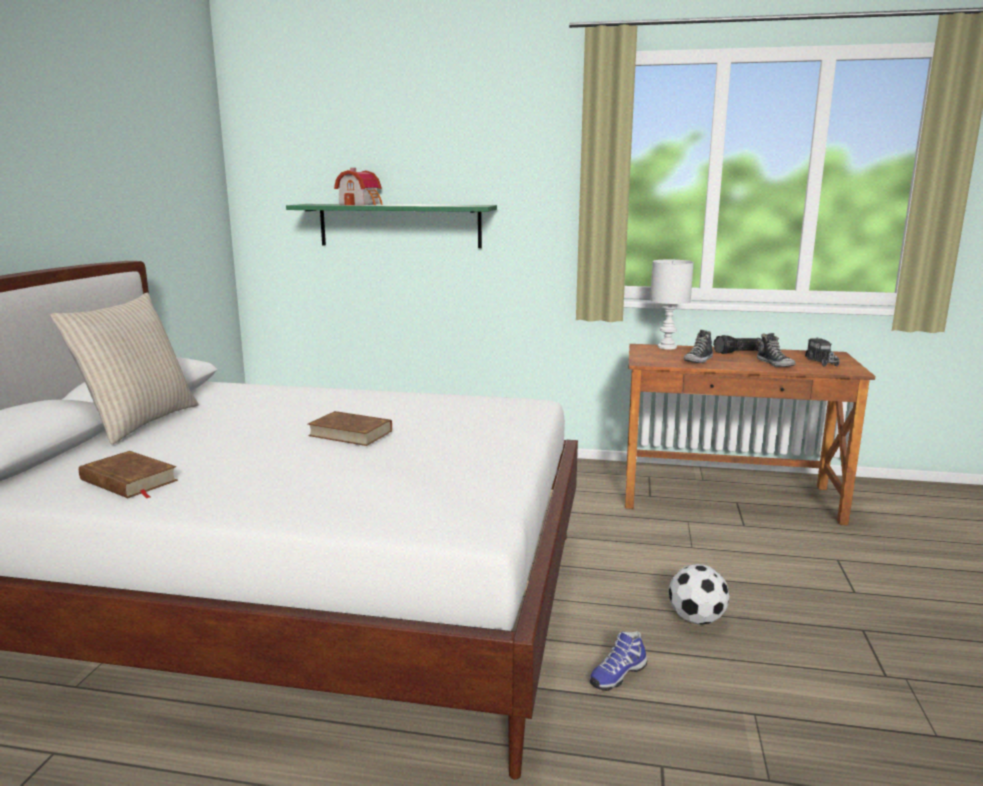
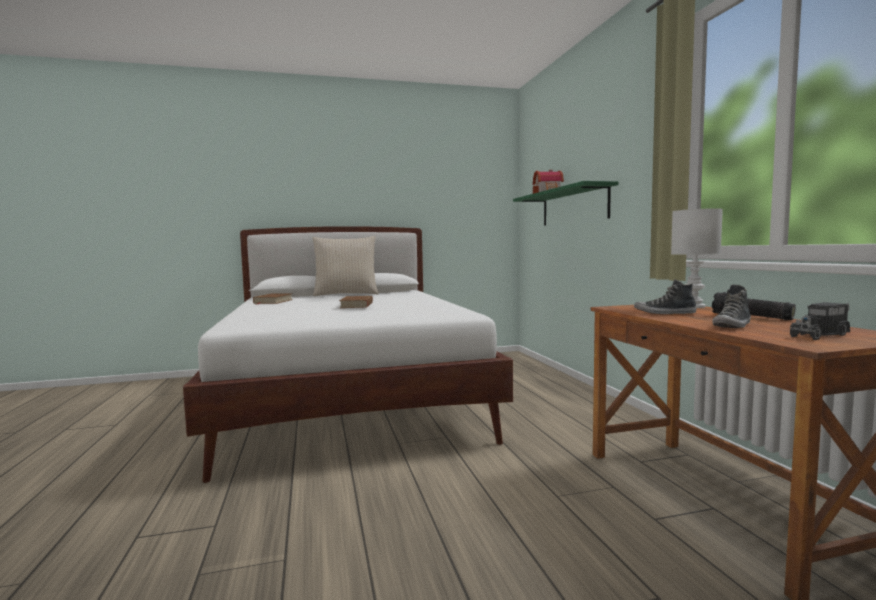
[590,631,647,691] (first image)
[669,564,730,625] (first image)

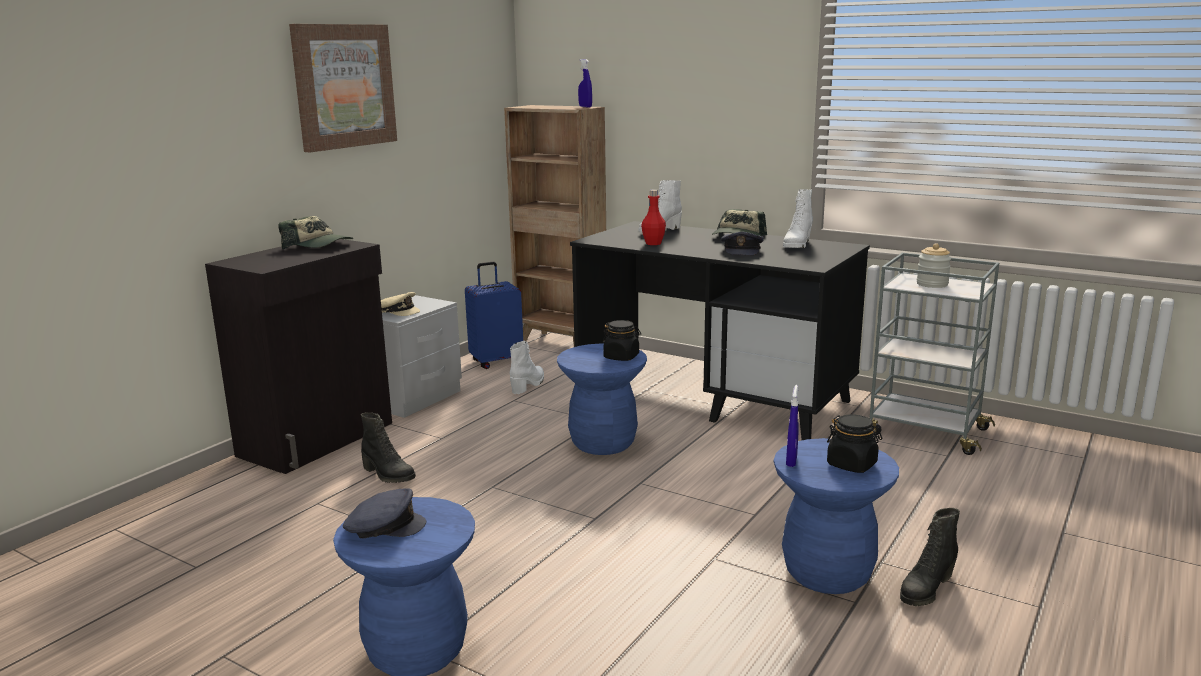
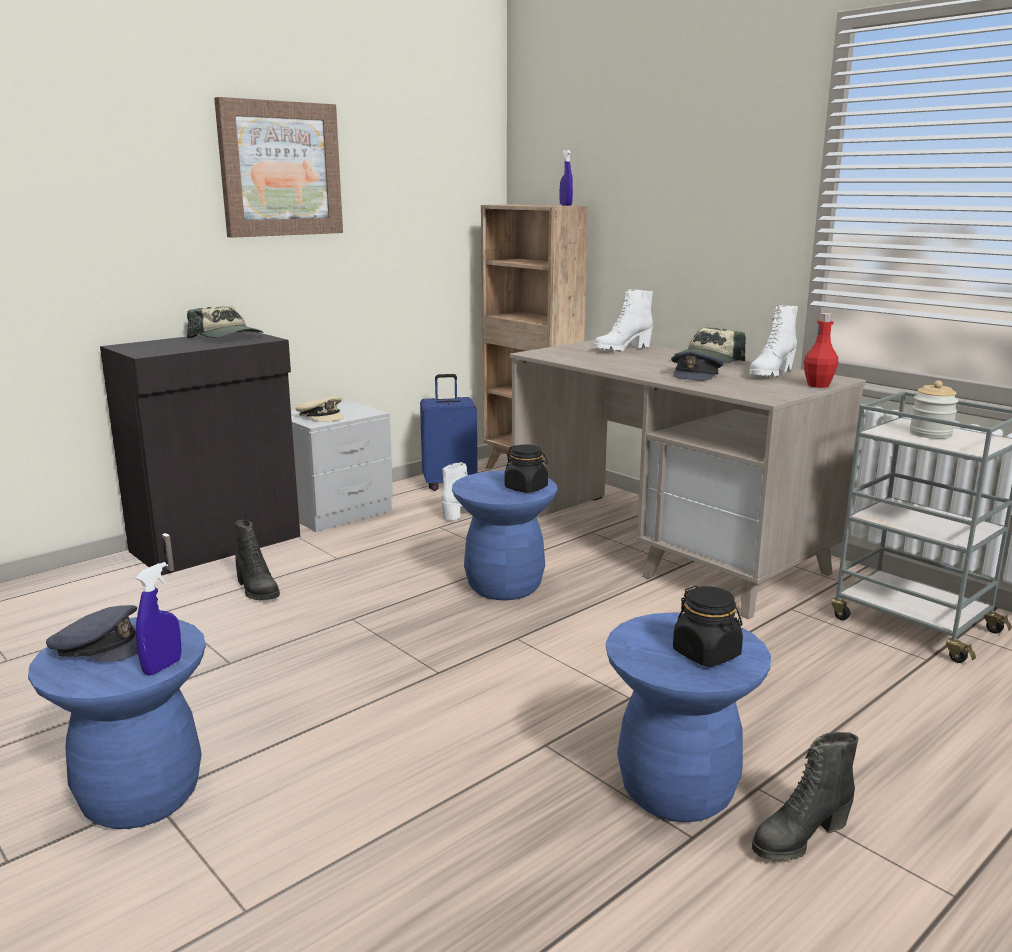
[510,340,866,619]
[804,313,839,388]
[136,562,182,675]

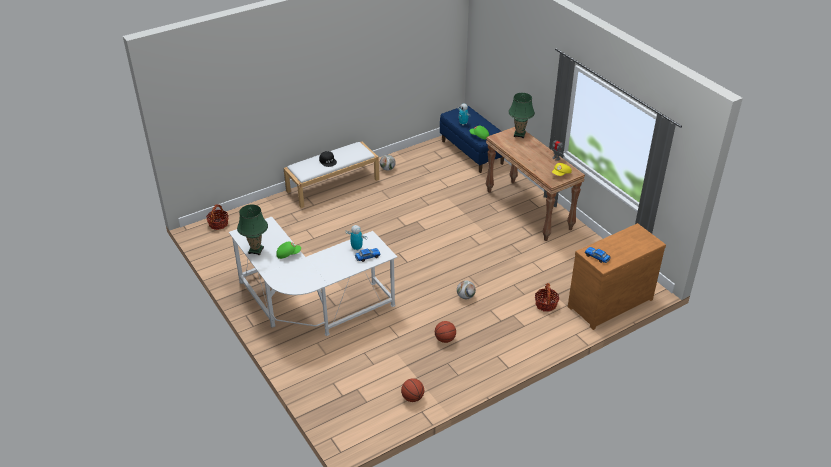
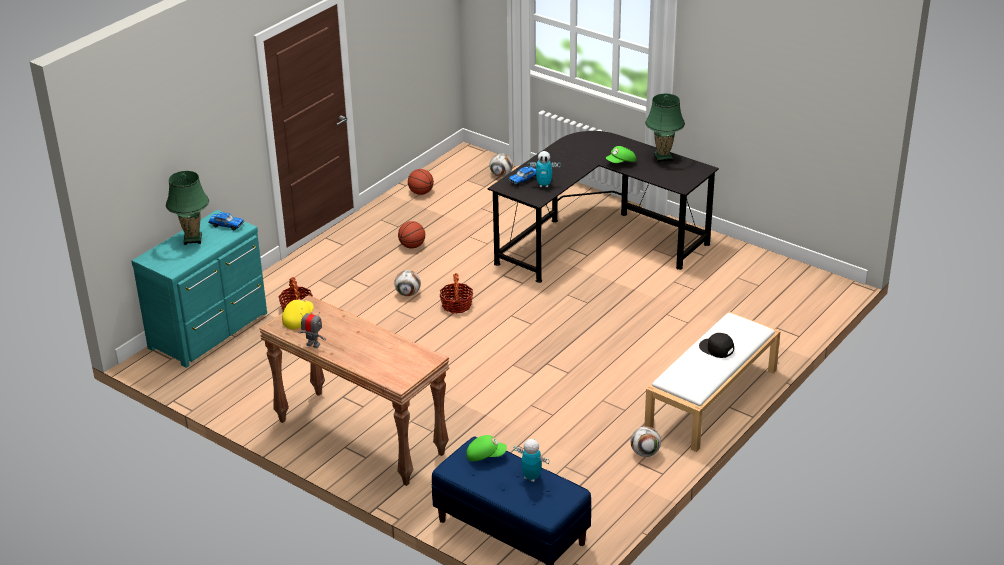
[440,273,473,313]
[488,131,719,283]
[166,171,209,245]
[131,210,267,368]
[489,153,513,177]

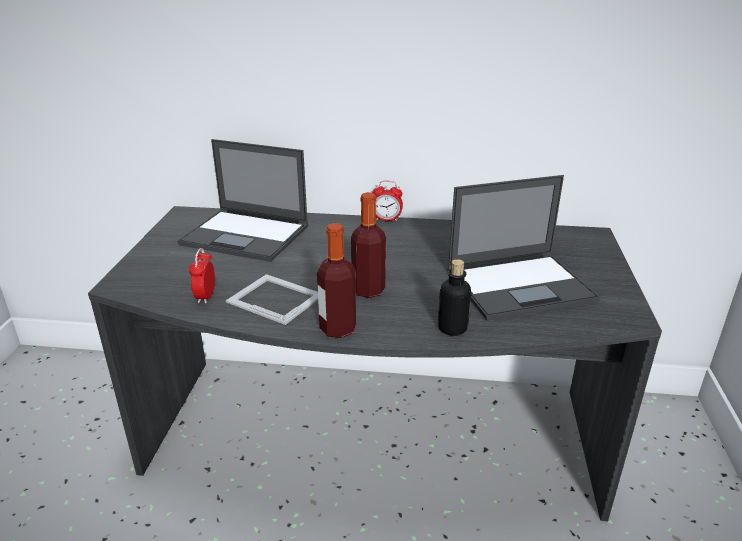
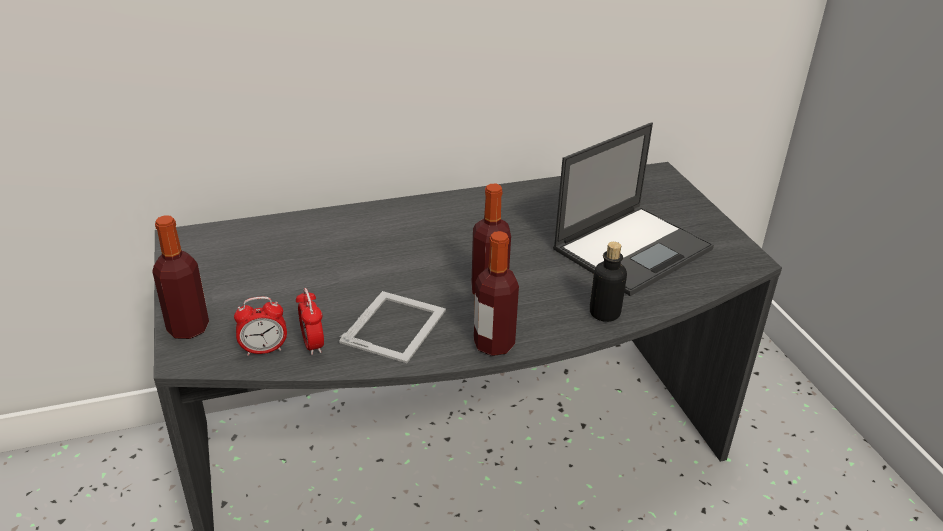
[178,139,308,262] (first image)
[339,291,446,363]
[234,297,287,356]
[152,216,209,339]

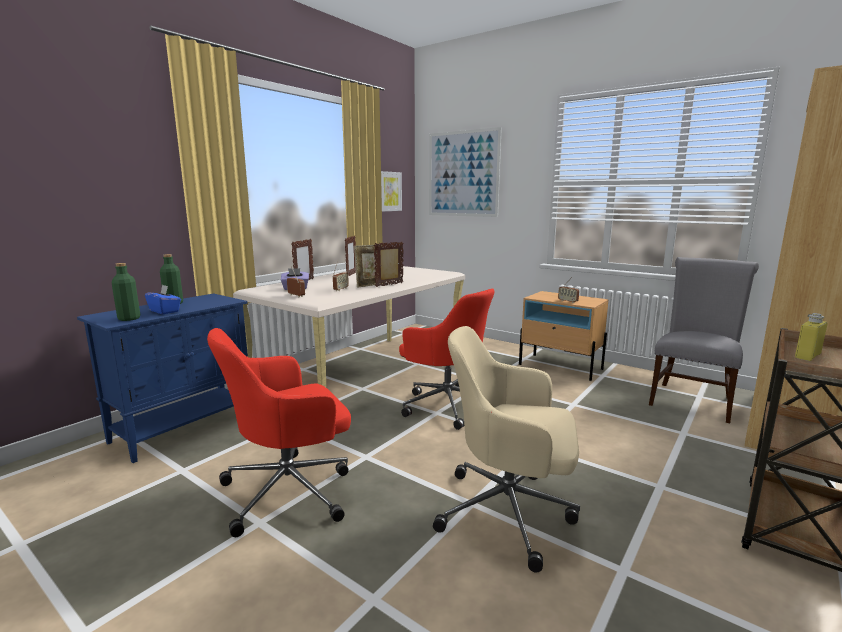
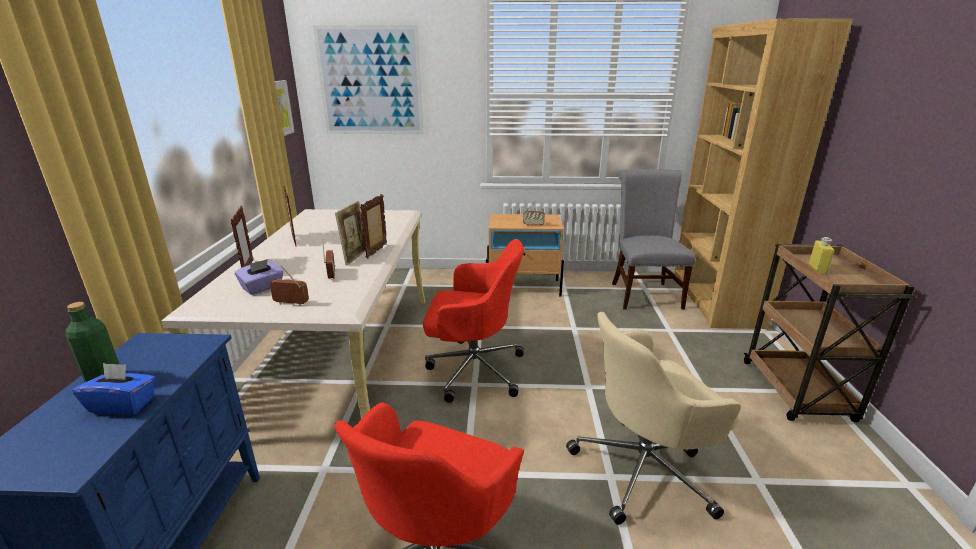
[112,263,140,321] (first image)

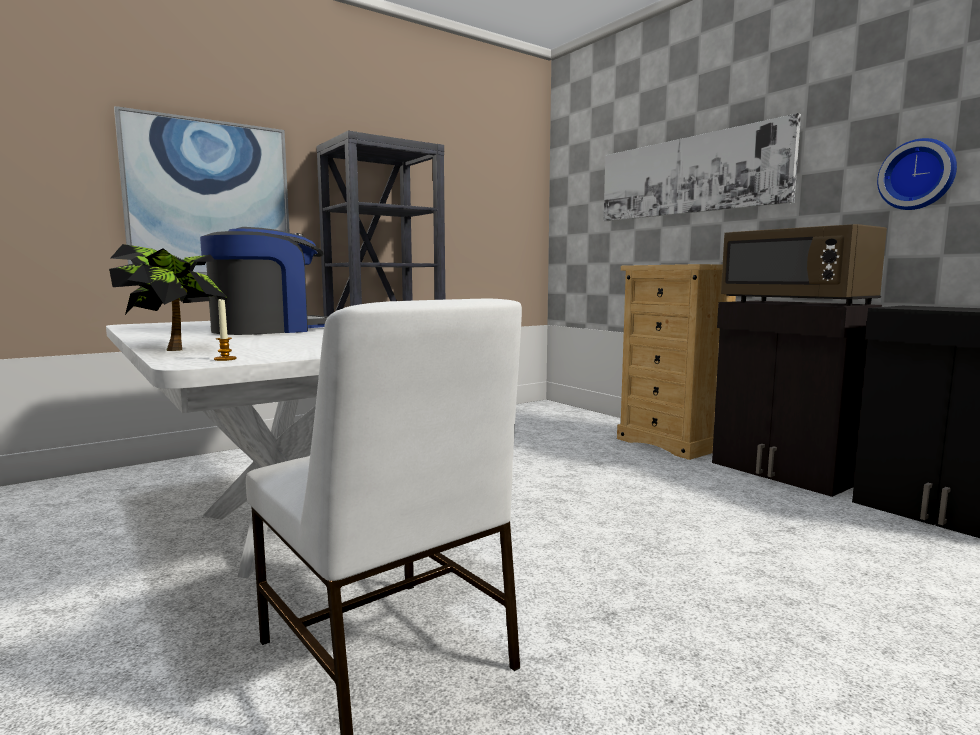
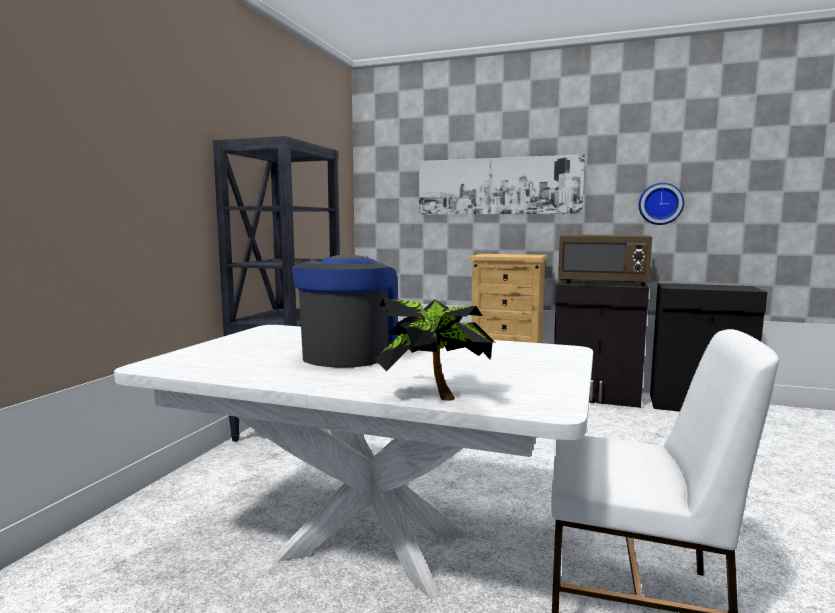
[114,106,290,275] (first image)
[214,298,237,361] (first image)

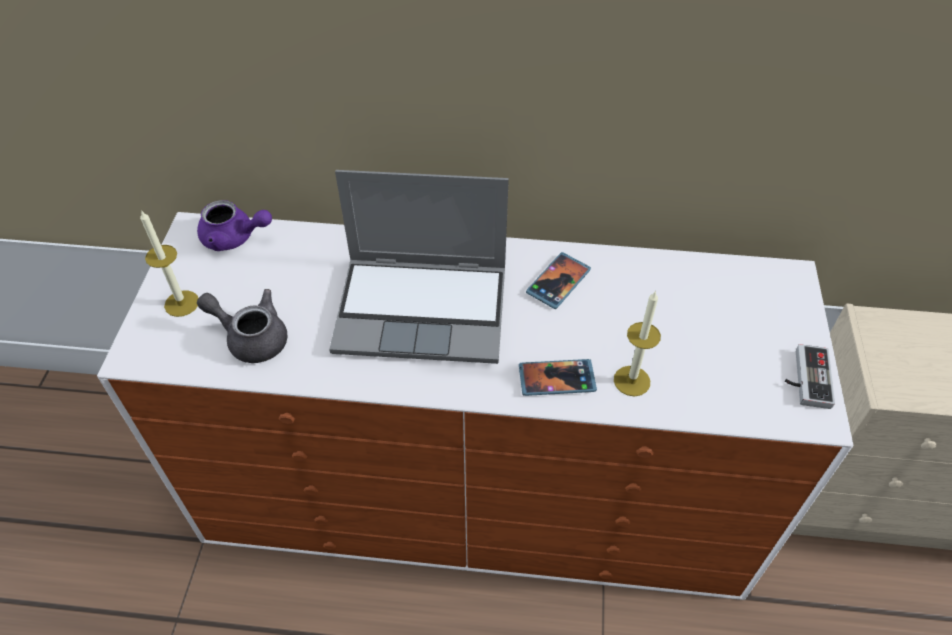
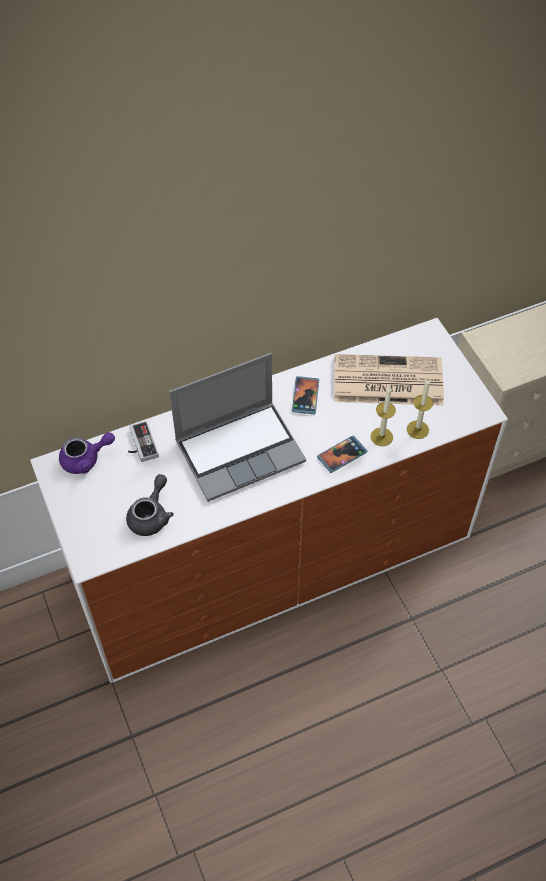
[407,379,433,439]
[126,474,174,536]
[128,421,159,462]
[334,354,444,405]

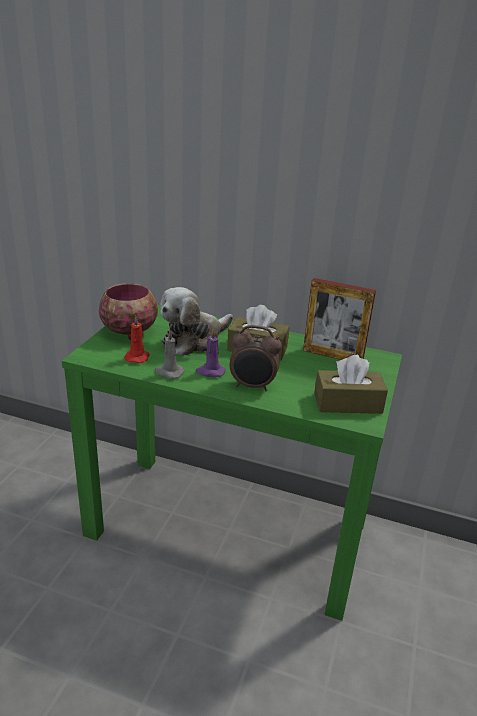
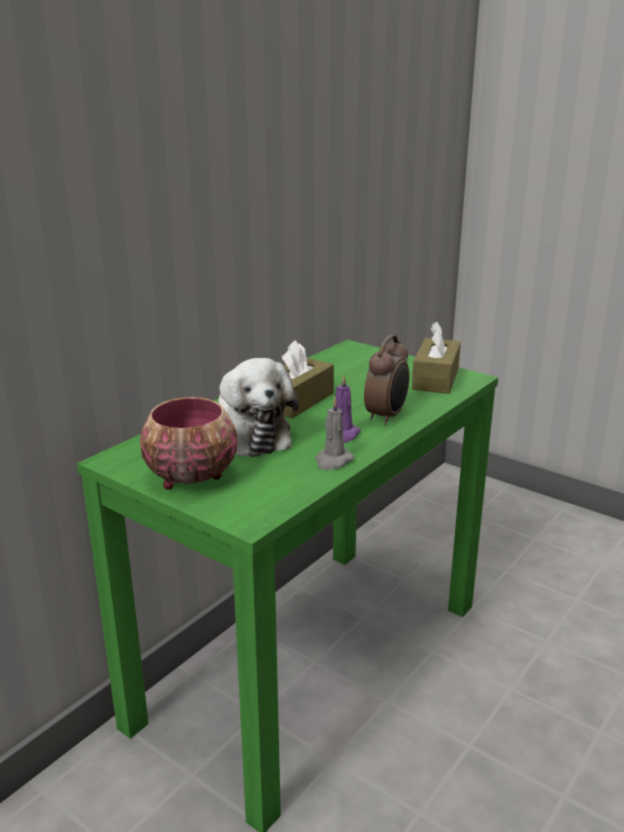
[124,316,149,363] (first image)
[303,278,376,360] (first image)

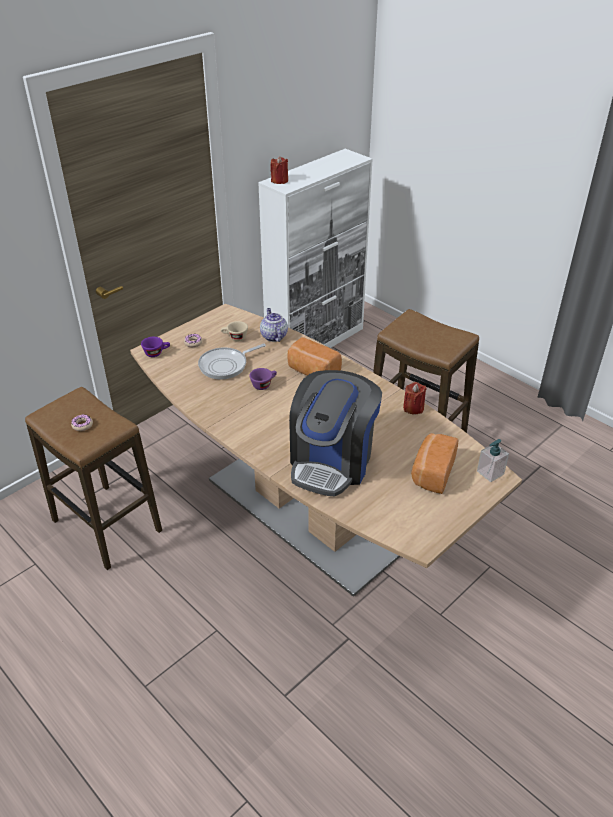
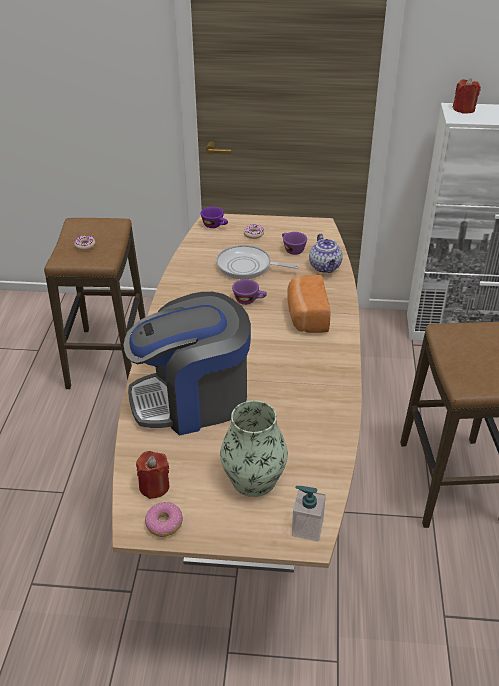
[282,232,307,255]
[309,234,343,273]
[136,451,169,499]
[220,401,288,497]
[145,502,183,537]

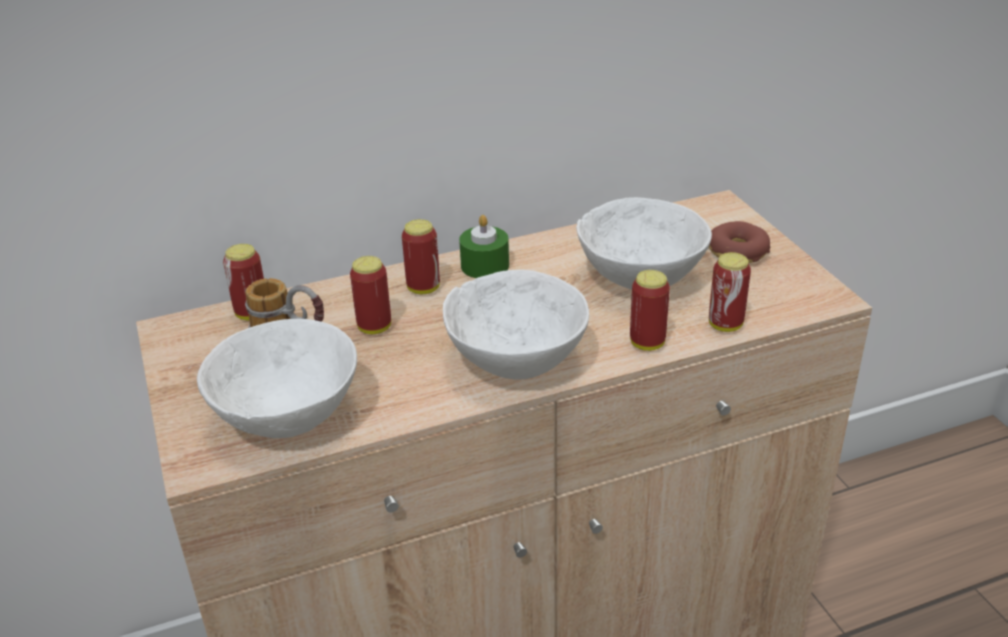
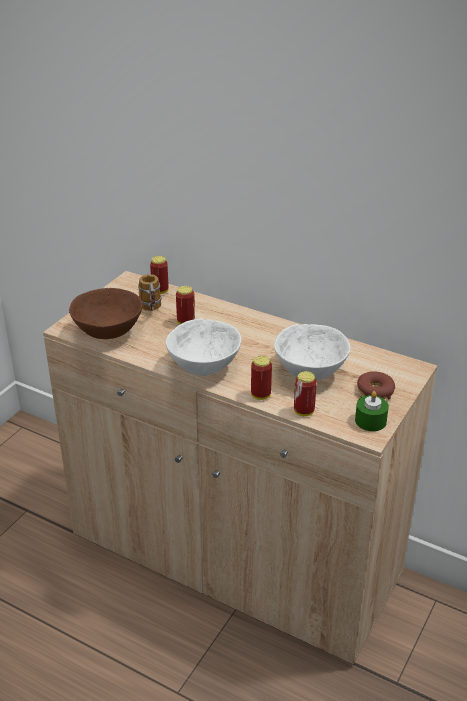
[69,288,142,339]
[402,219,440,294] (first image)
[355,391,389,431]

